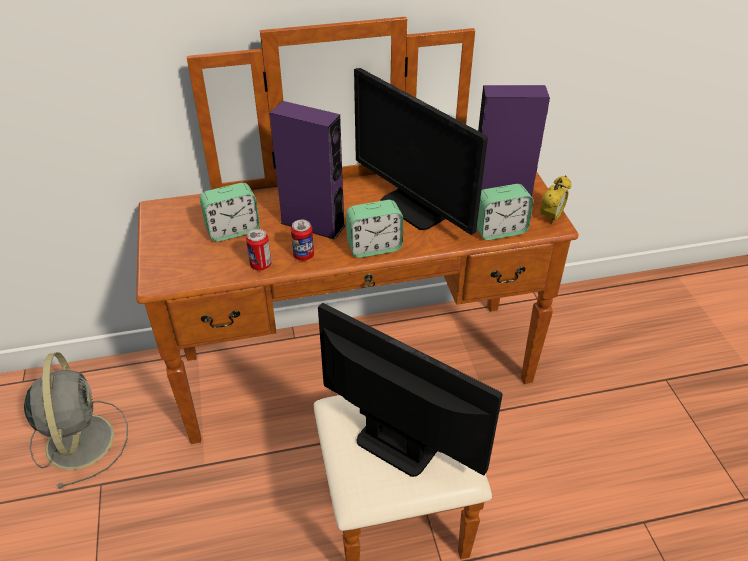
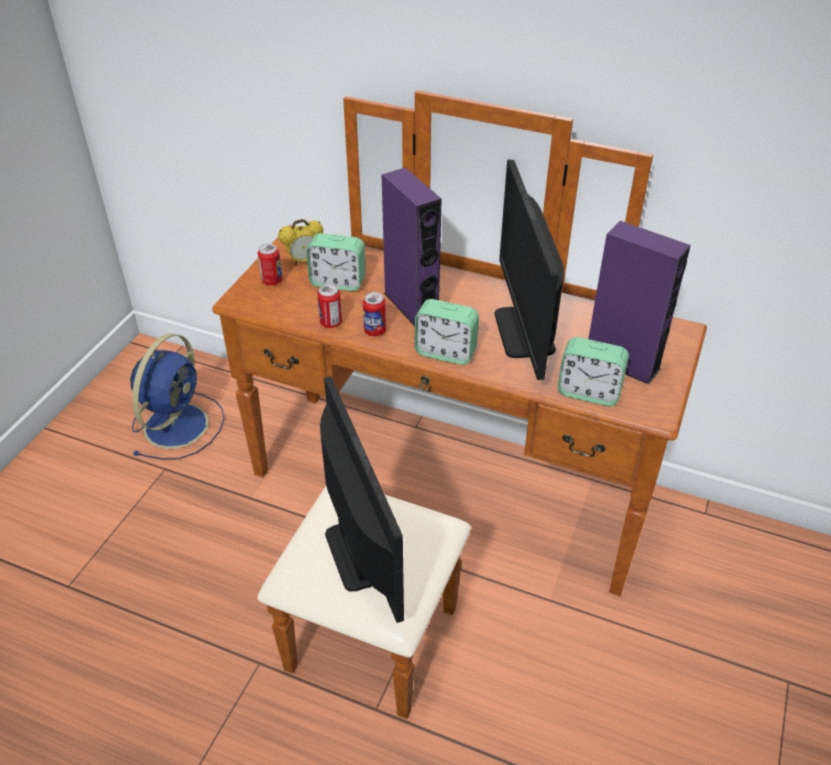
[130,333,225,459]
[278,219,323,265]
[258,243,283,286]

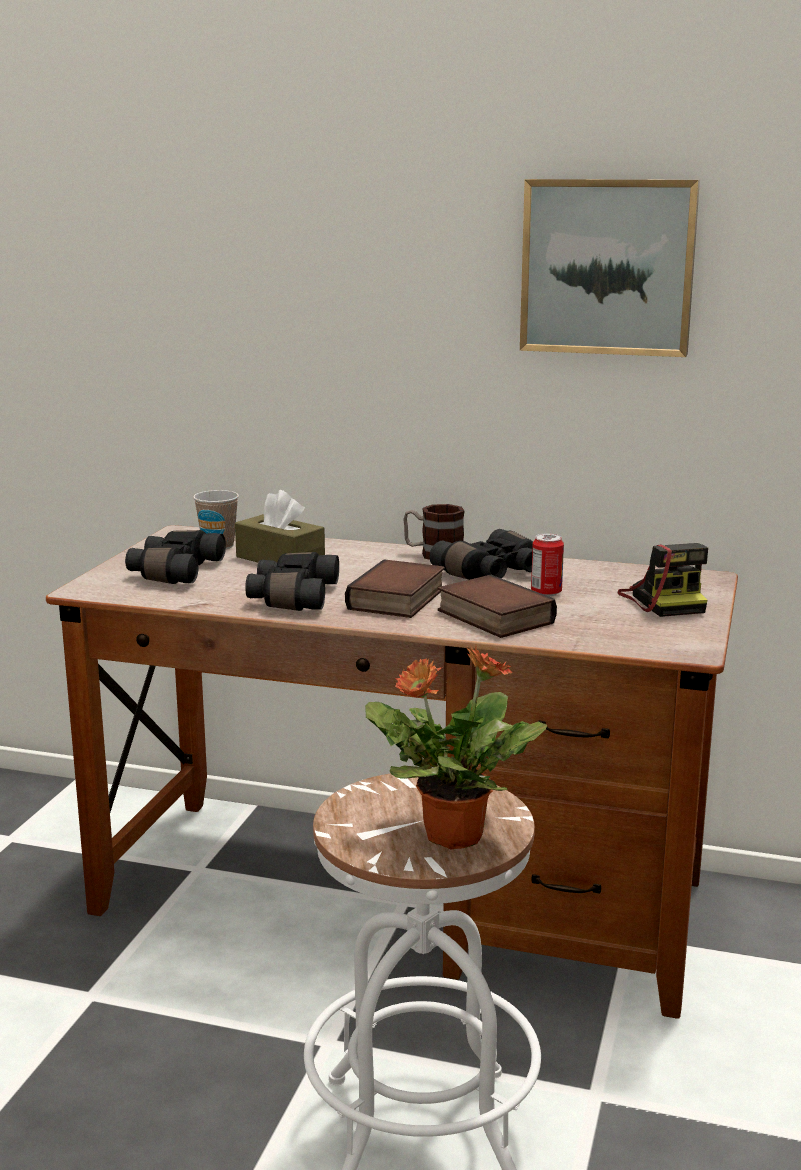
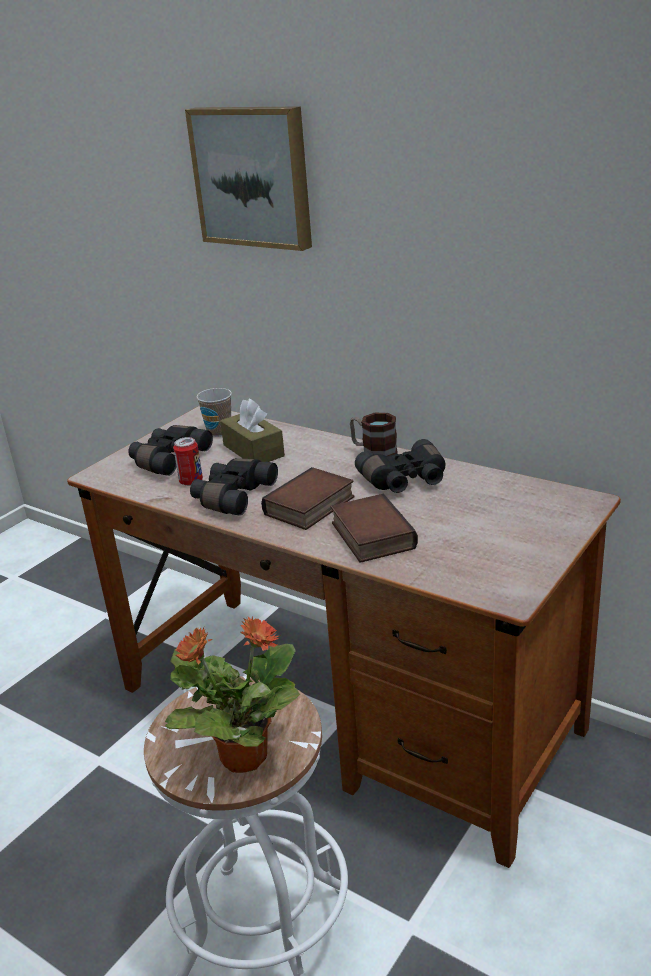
[185,106,312,251]
[173,437,203,486]
[618,543,708,617] (first image)

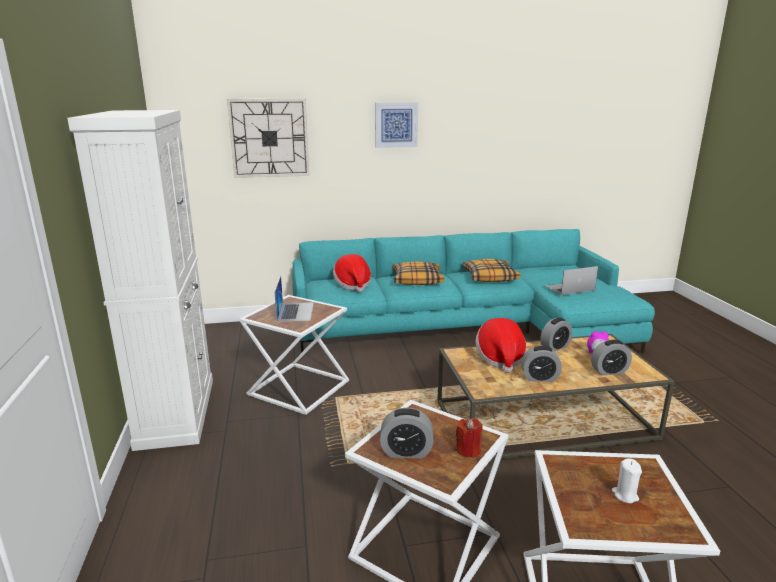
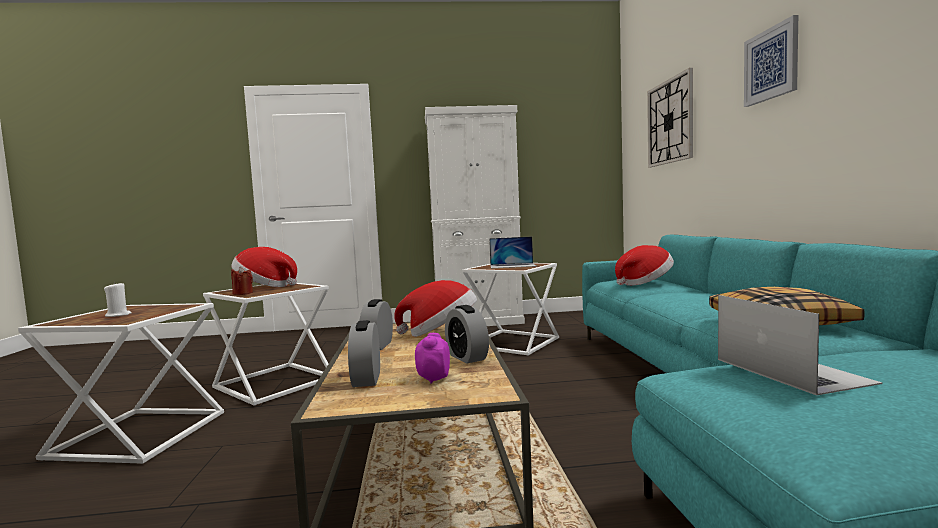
[231,247,297,287]
[393,261,444,285] (first image)

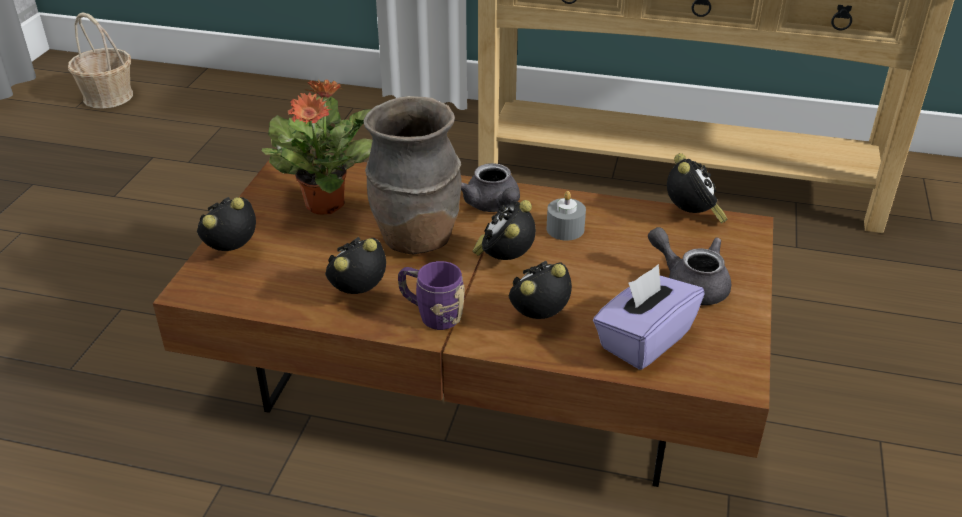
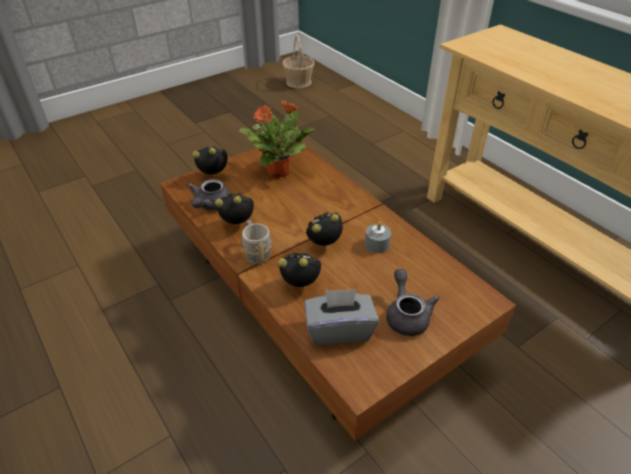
[364,96,462,254] (first image)
[242,220,272,265]
[187,179,231,211]
[304,289,379,345]
[667,153,727,223] (first image)

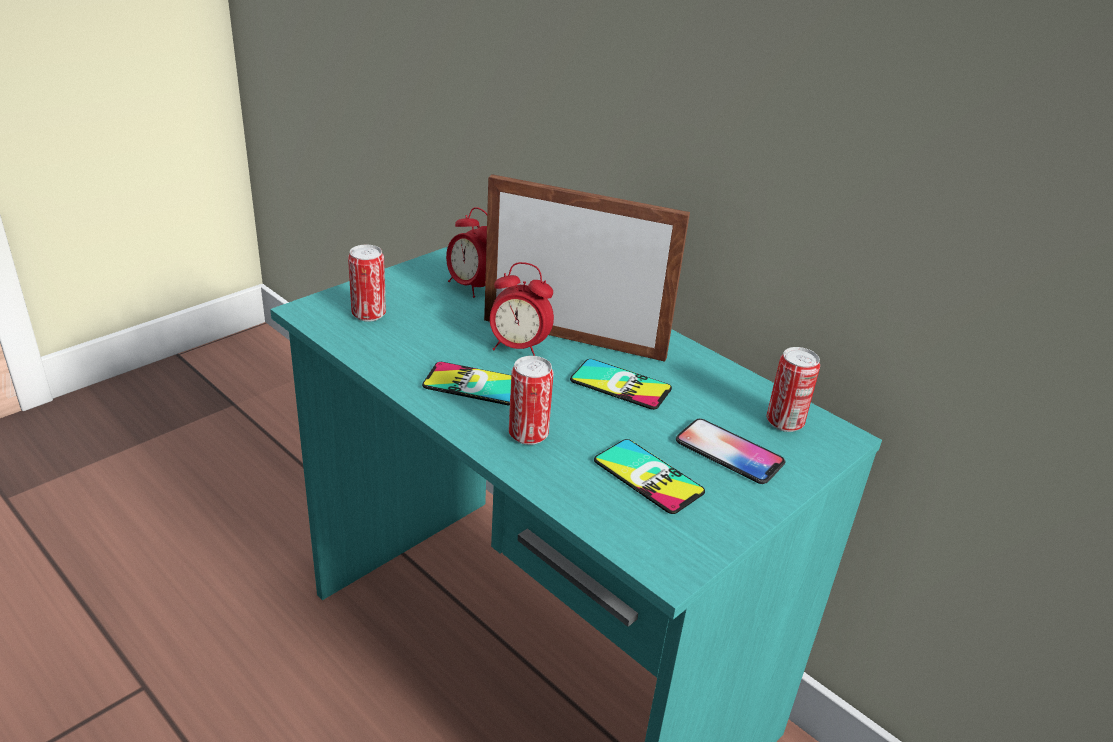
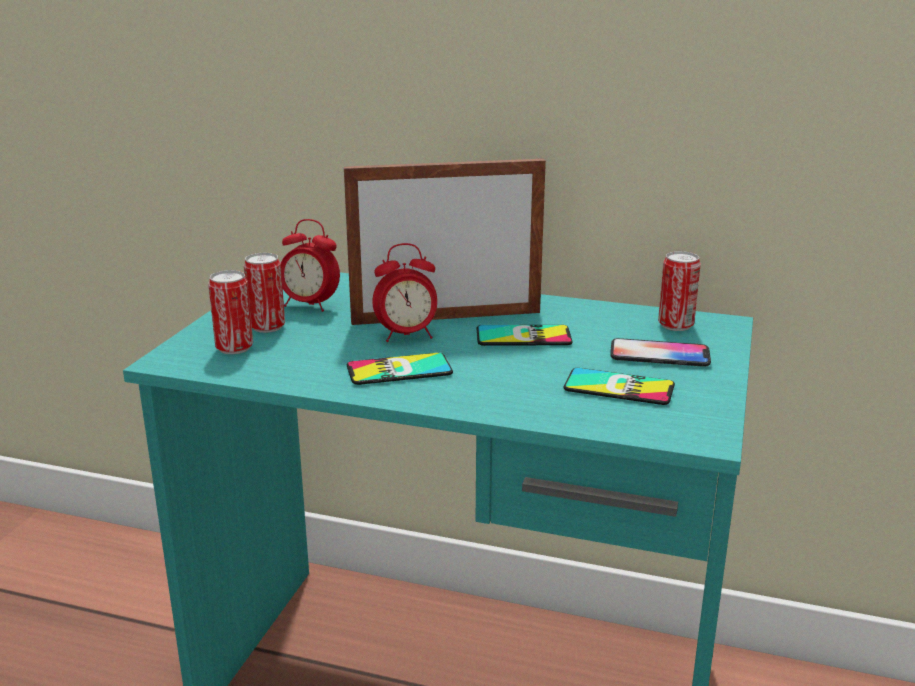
[244,253,285,333]

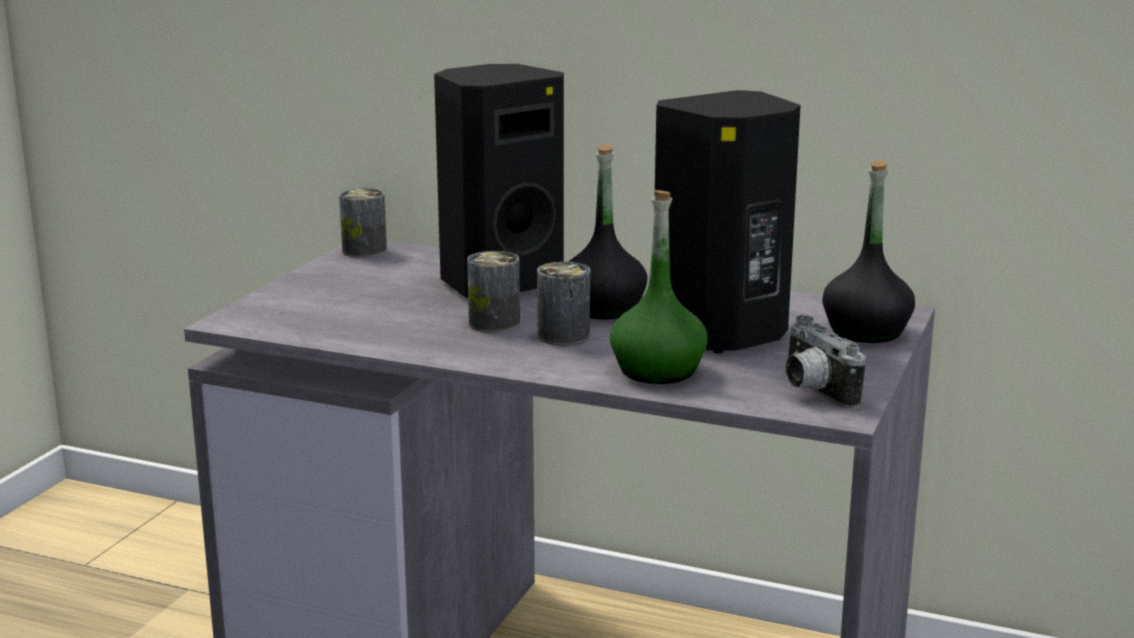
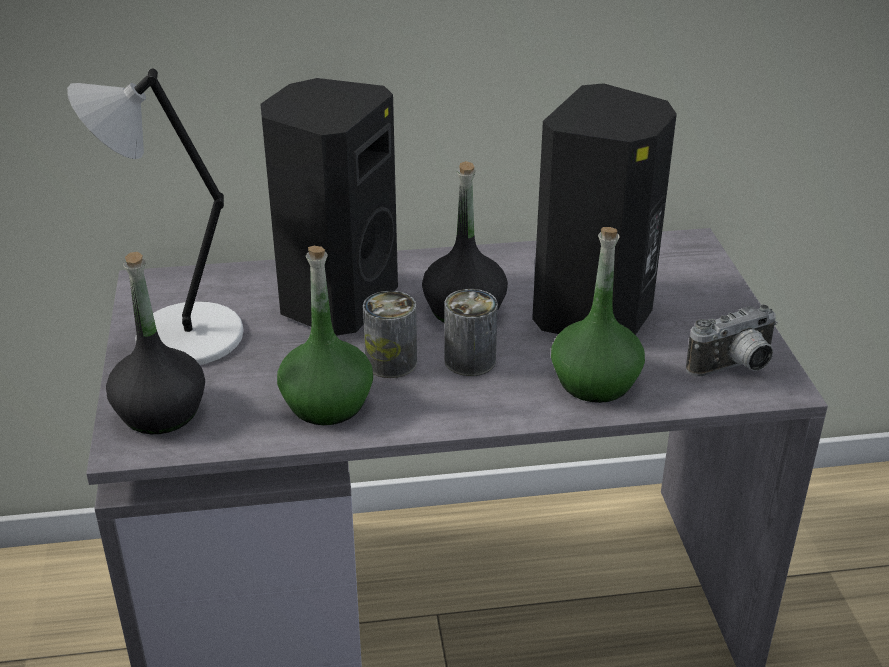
[339,188,387,258] (first image)
[686,304,778,377]
[106,252,205,434]
[67,69,244,365]
[277,246,373,425]

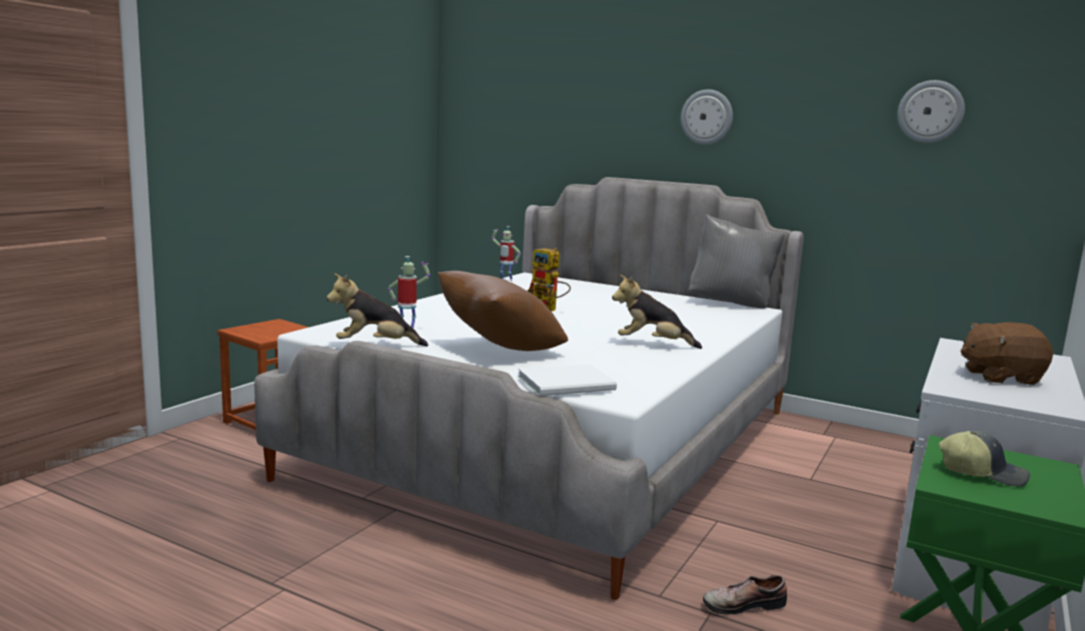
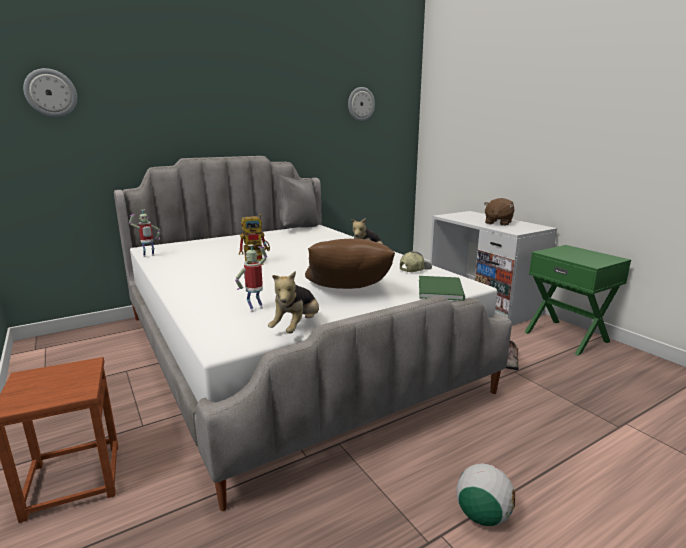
[419,276,465,301]
[23,68,77,117]
[400,251,432,272]
[456,463,515,526]

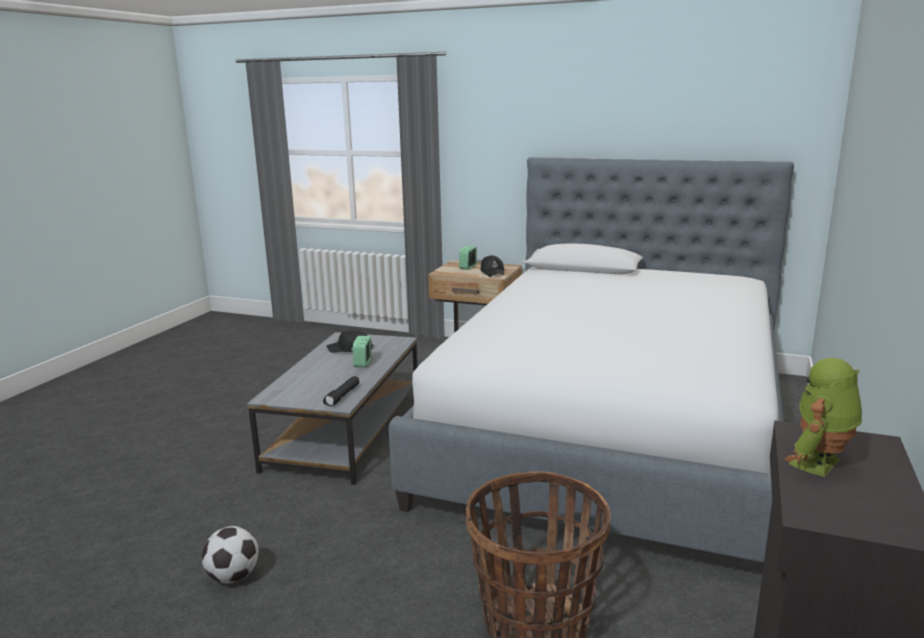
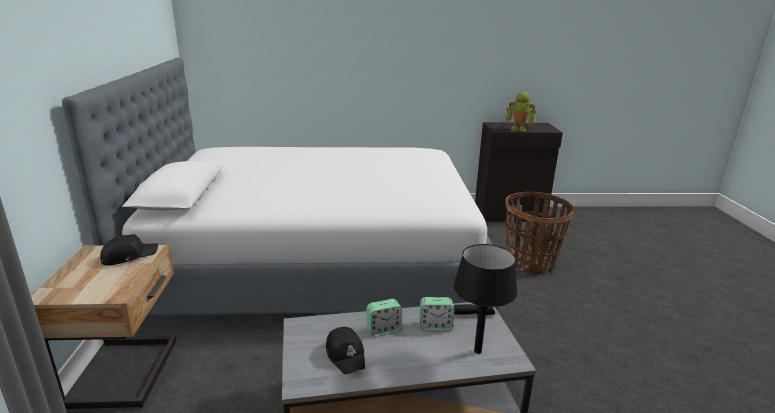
[202,526,259,583] (first image)
[419,297,454,331]
[453,244,518,354]

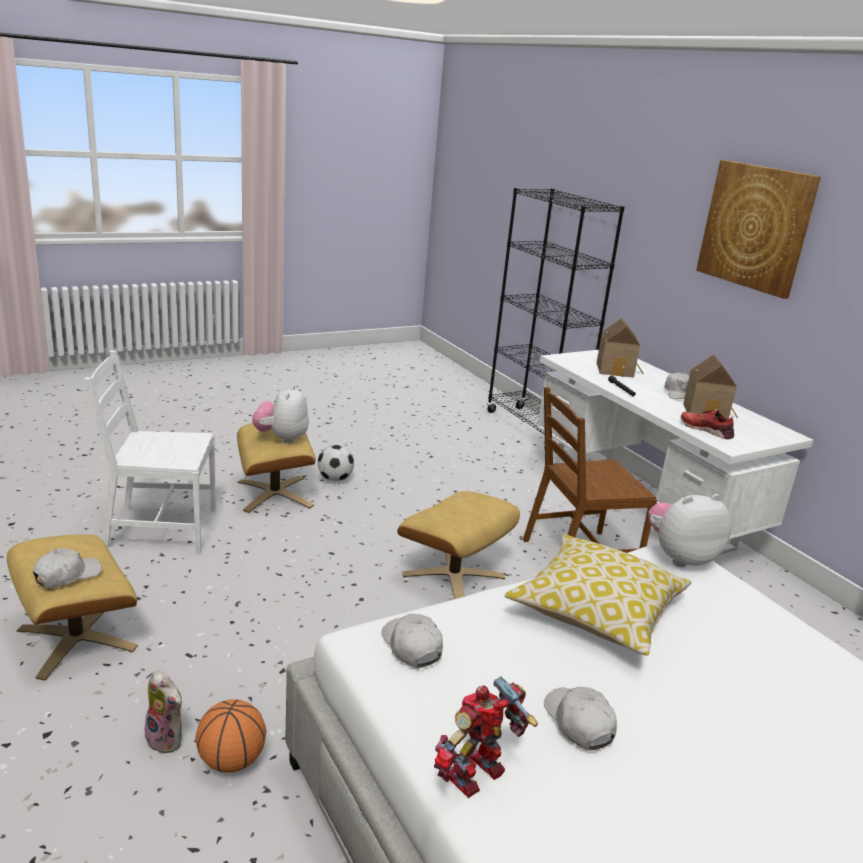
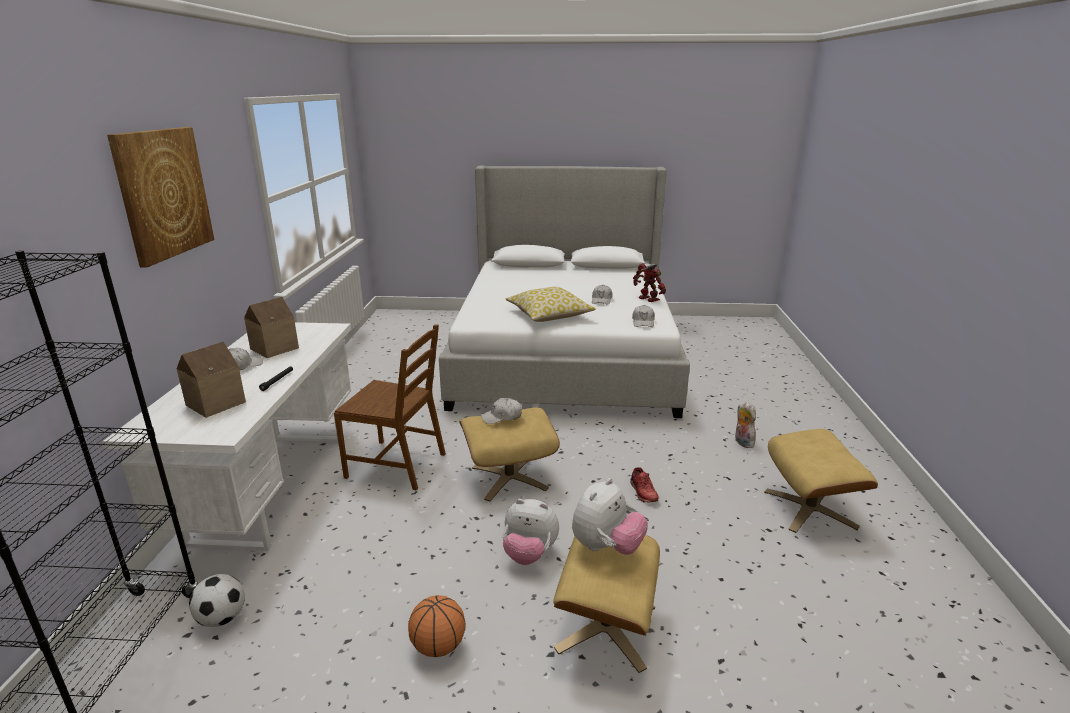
[481,398,522,424]
[84,350,216,554] (first image)
[408,595,466,657]
[189,574,245,627]
[633,263,666,302]
[503,499,559,565]
[630,467,659,503]

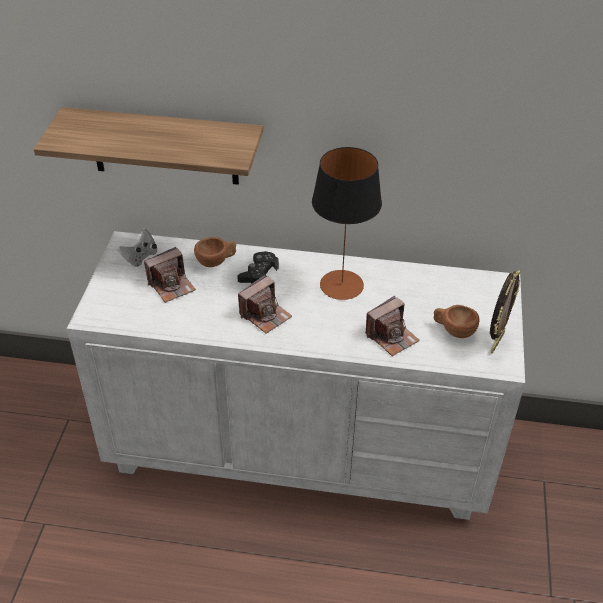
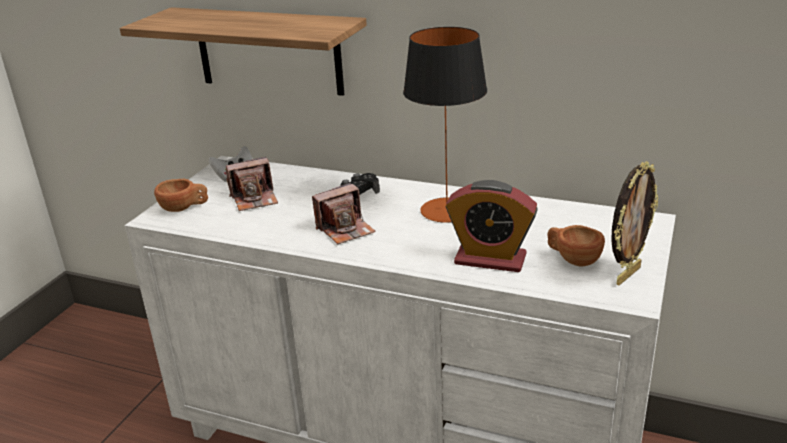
[154,179,208,212]
[446,180,538,272]

